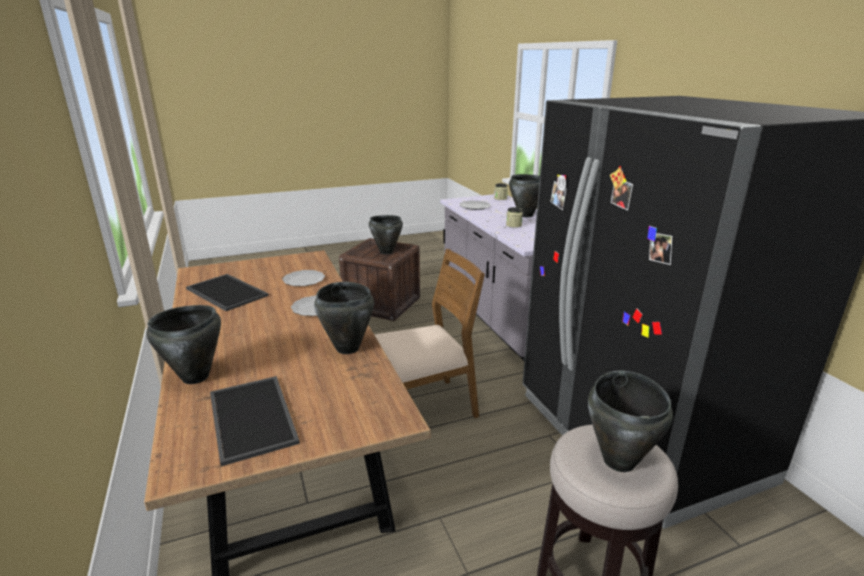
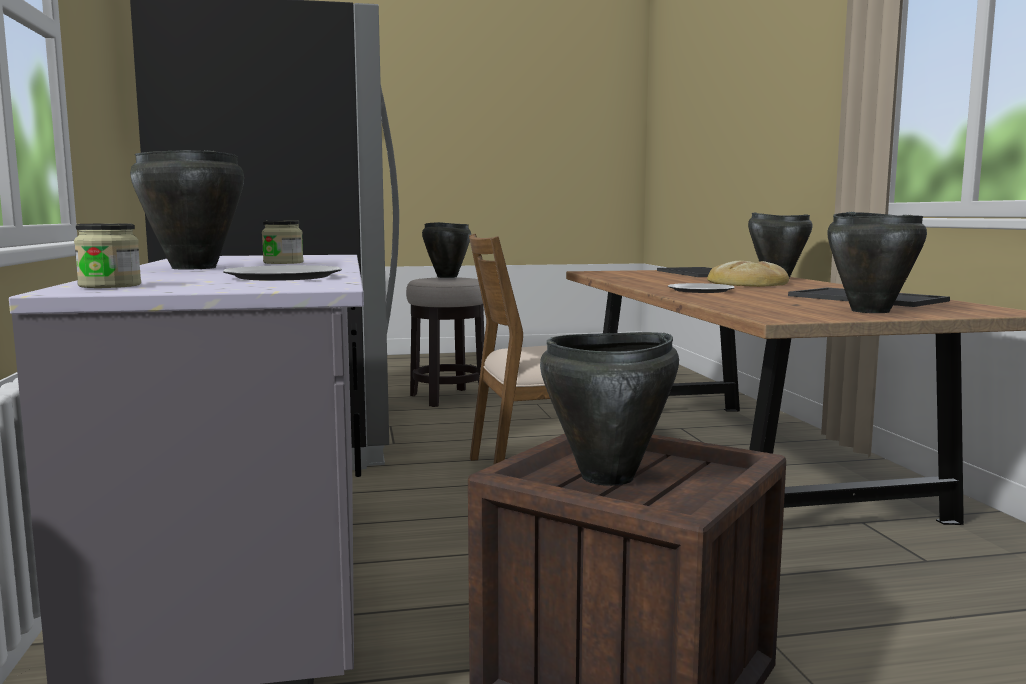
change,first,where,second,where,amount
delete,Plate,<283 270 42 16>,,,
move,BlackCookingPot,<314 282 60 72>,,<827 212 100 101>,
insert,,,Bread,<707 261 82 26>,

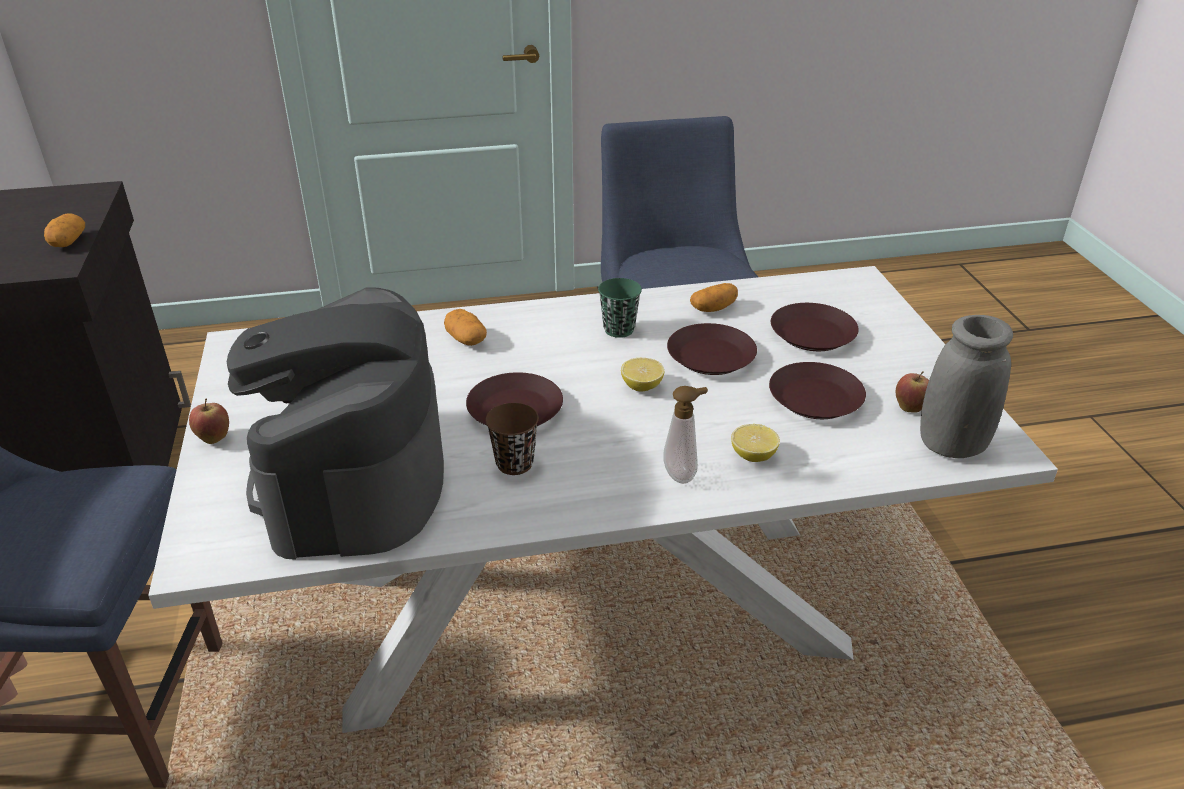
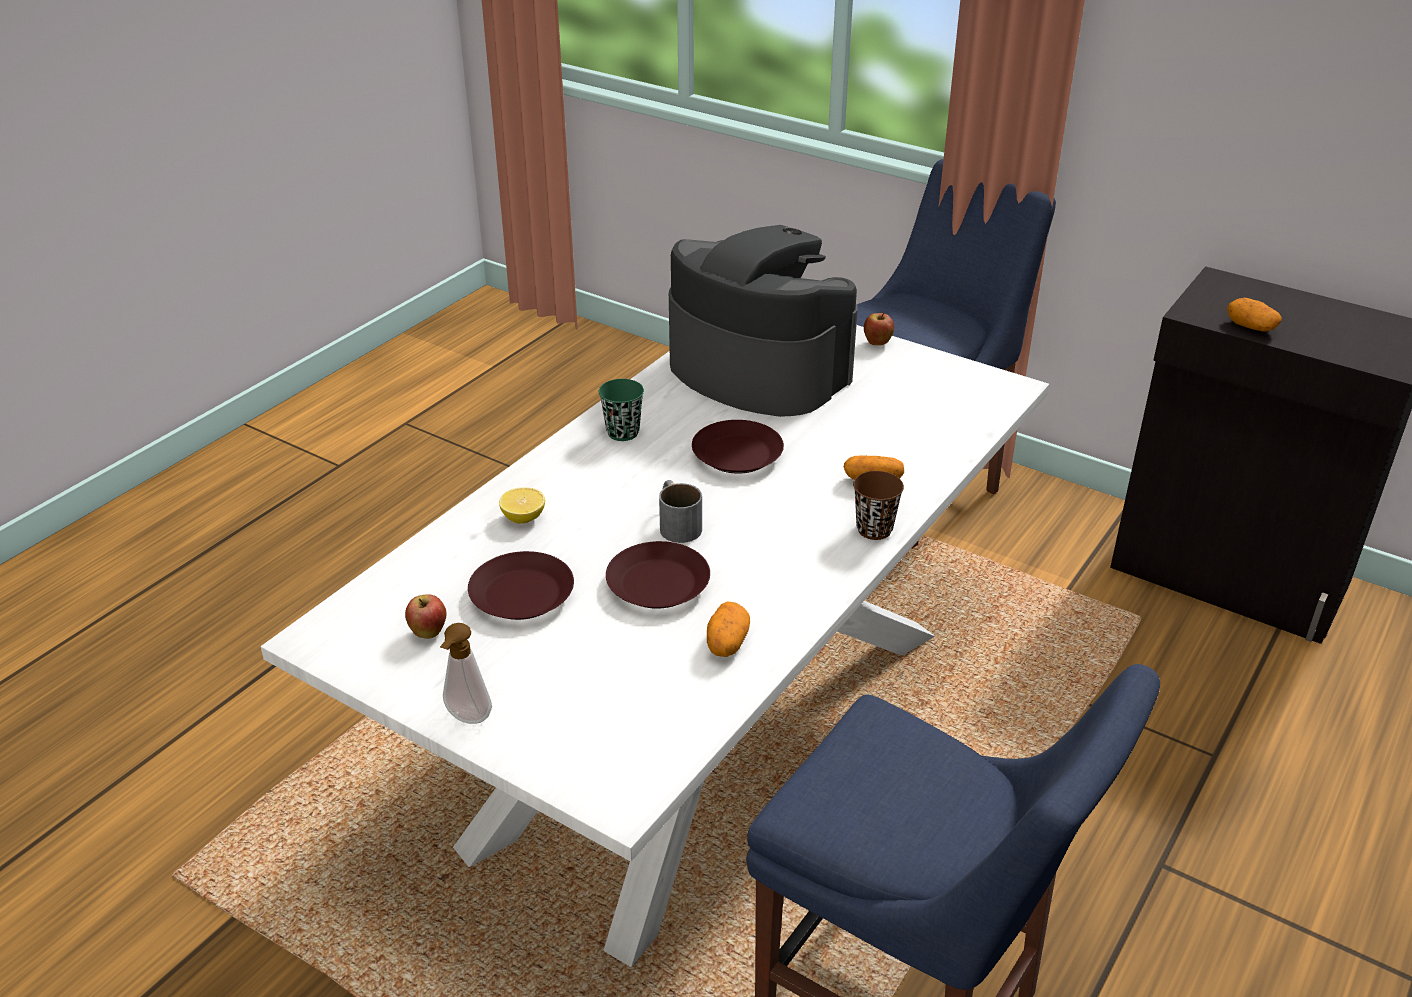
change,first,where,second,where,amount
move,GreenCup,<598 278 44 60>,,<599 379 45 62>,
delete,BrownPlate,<771 303 88 48>,,,
delete,GreyVase,<920 315 93 143>,,,
replace,Lemon,<621 358 43 34>,GreyMug,<659 480 43 63>,
move,SoapDispenser,<663 386 45 98>,,<440 623 52 101>,
move,BrownCup,<486 403 53 72>,,<853 471 51 69>,

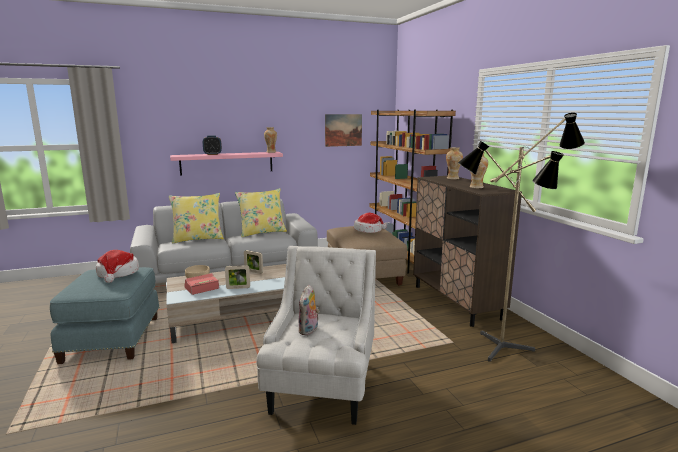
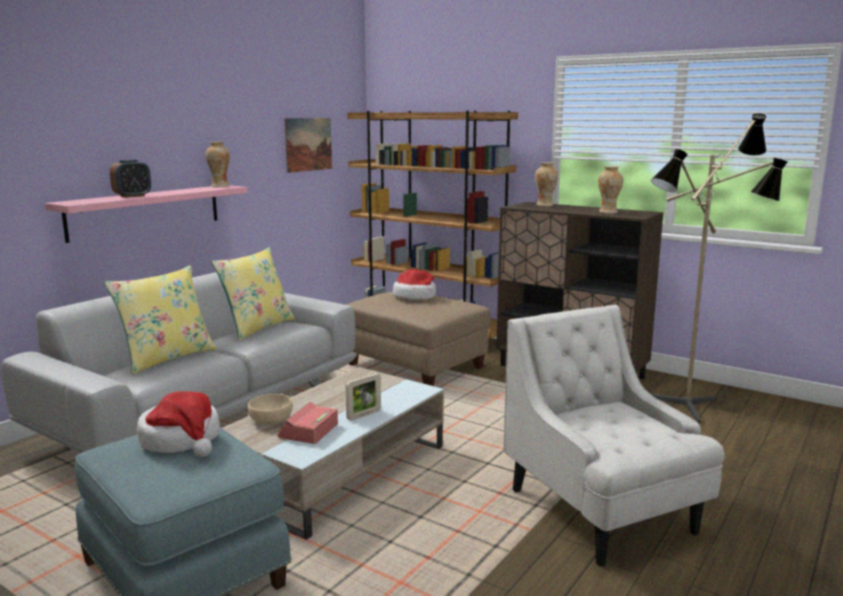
change,first,where,second,where,amount
delete,PictureFrame,<244 250 19 24>,,,
delete,PlushToy,<298 284 22 51>,,,

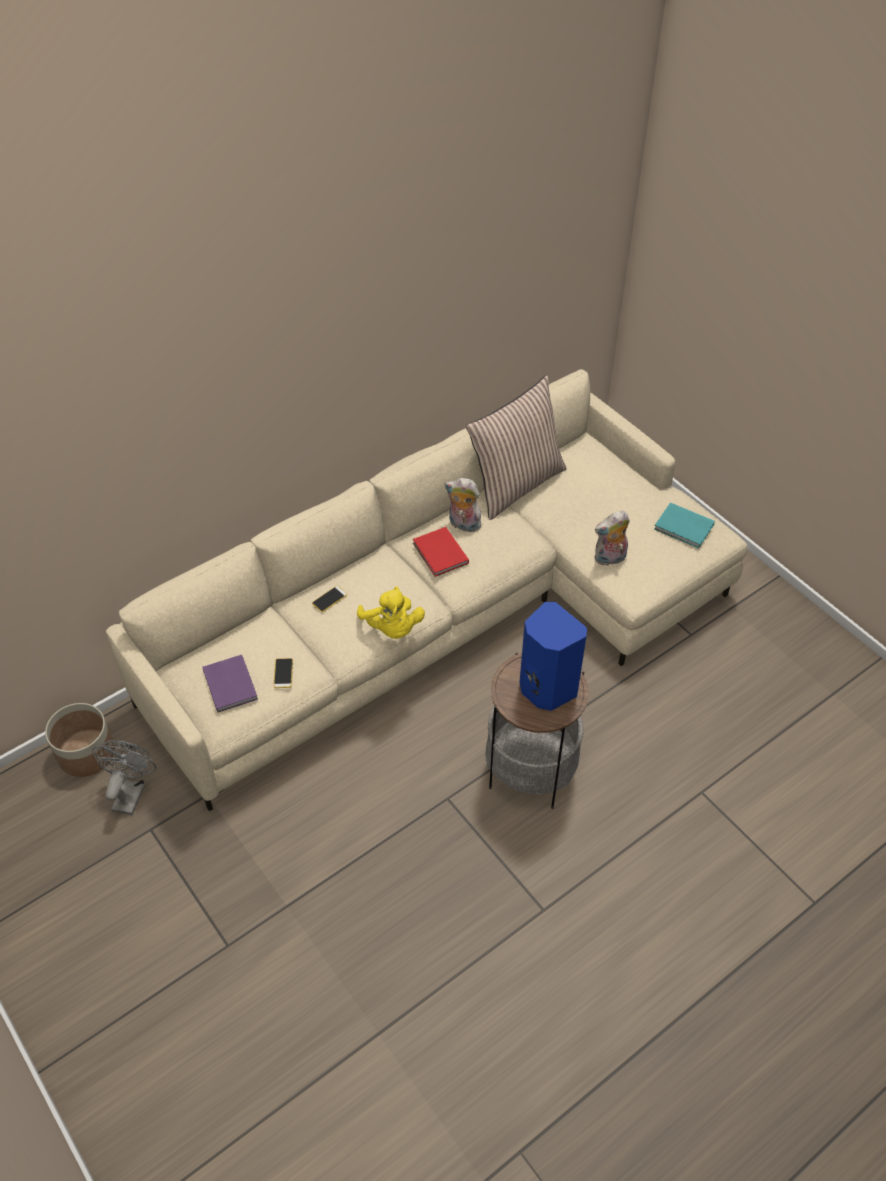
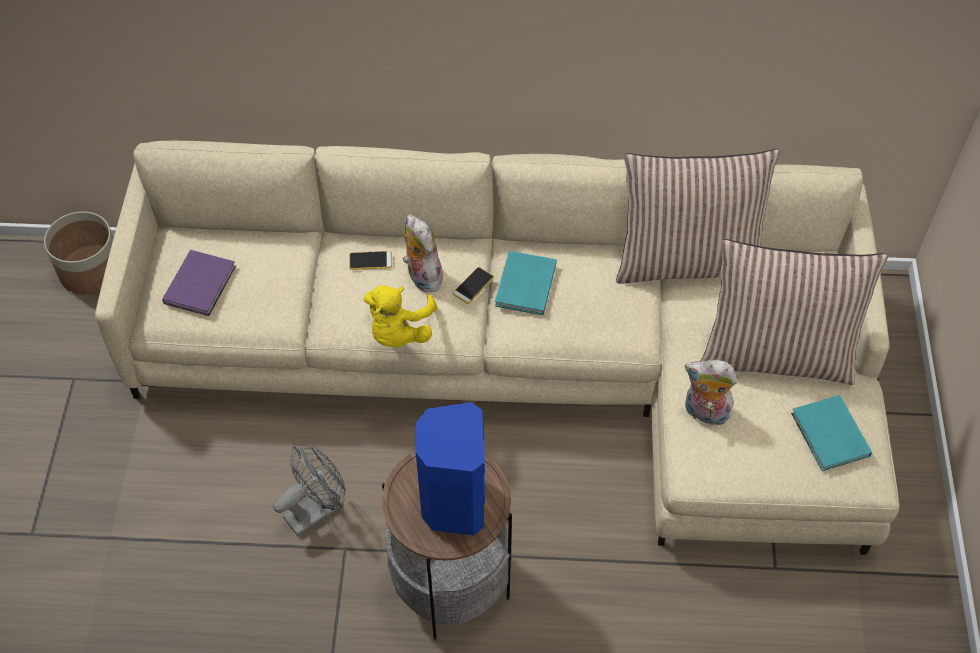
change,first,where,second,where,amount
move,PlushToy,<445 478 37 54>,,<403 214 40 78>,
recolor,RedBook,<413 527 56 50>,TurquoiseBook,<495 251 62 64>,
move,Phone,<274 658 19 30>,,<453 267 41 37>,
move,GreyFan,<92 740 64 75>,,<273 444 73 93>,
insert,,,Pillow,<701 239 187 146>,

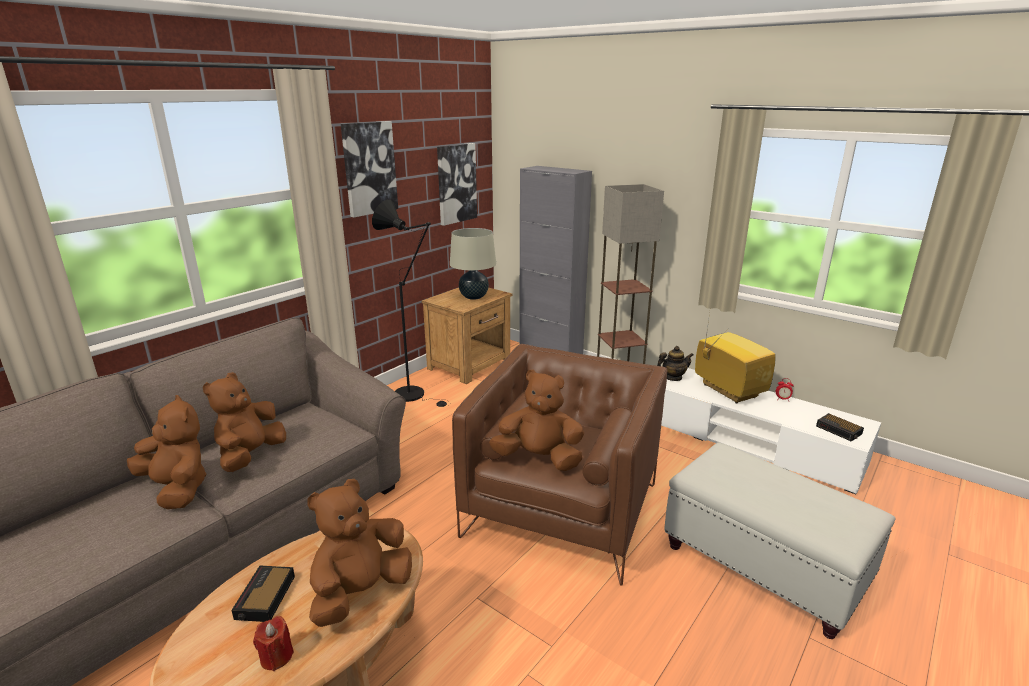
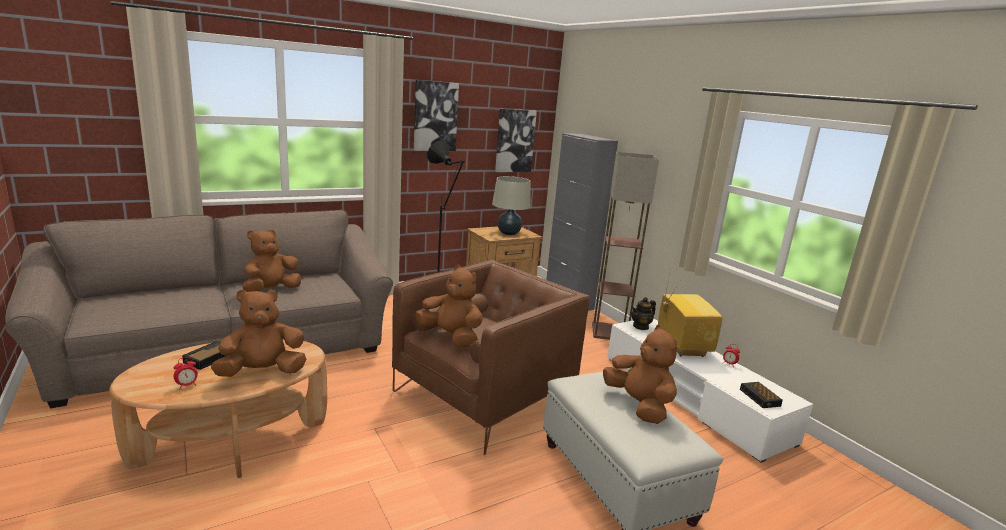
change,first,where,second,where,amount
rotate,Teapot,<657 346 36 35>,,<631 297 25 33>,135 degrees clockwise
move,BrownPlushToy,<127 395 80 114>,,<603 324 74 100>,
replace,RedCandle,<253 616 41 55>,AlarmClock,<174 357 24 33>,

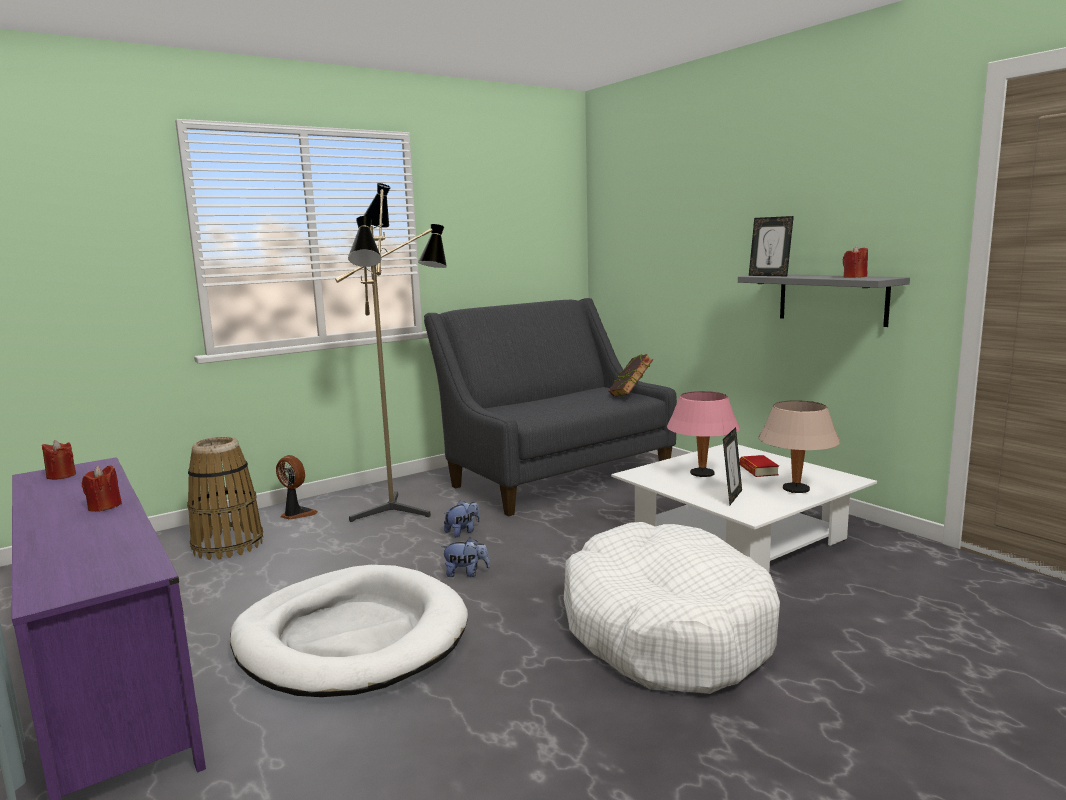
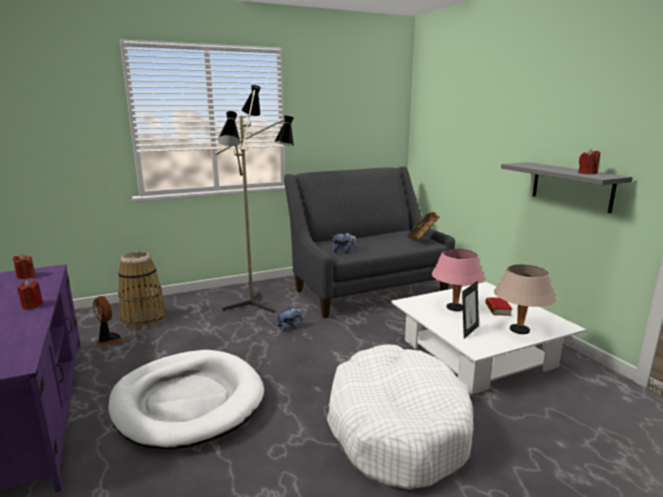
change,first,where,second,where,amount
delete,PictureFrame,<749 216 45 60>,,,
move,Fan,<276 455 42 65>,,<93 296 33 49>,
move,PlushToy,<441 538 49 39>,,<331 232 26 21>,

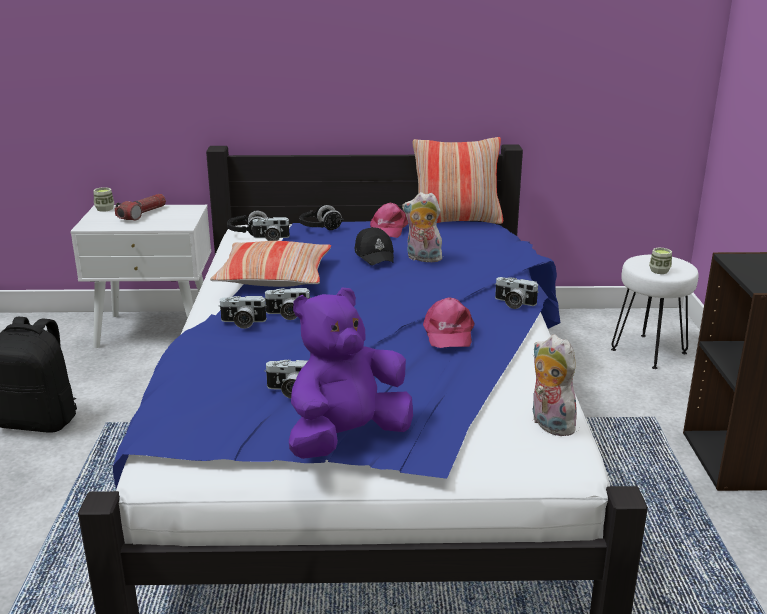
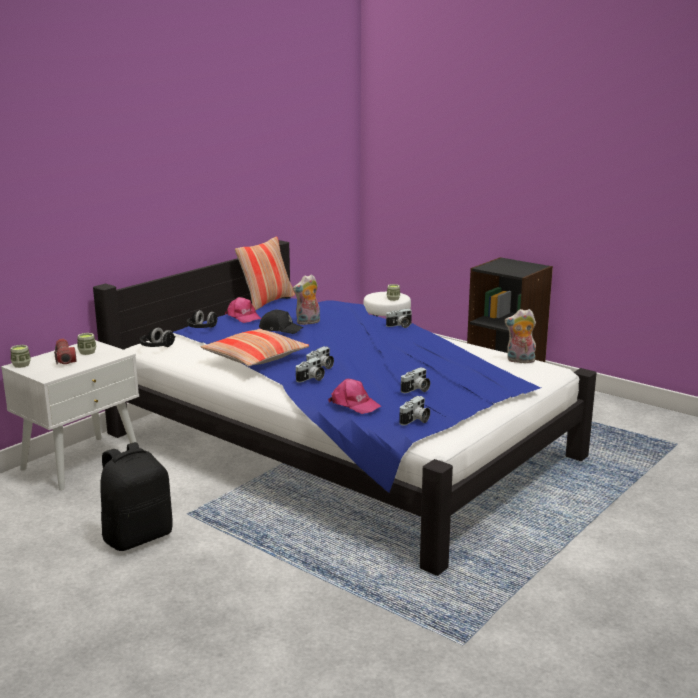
change,first,where,second,where,amount
move,PhotoCamera,<251 217 39 24>,,<399 396 31 29>,
delete,PurplePlushToy,<289 287 124 172>,,,
move,PinkCap,<423 297 52 51>,,<328 379 53 35>,
insert,,,Cup,<78 333 18 22>,

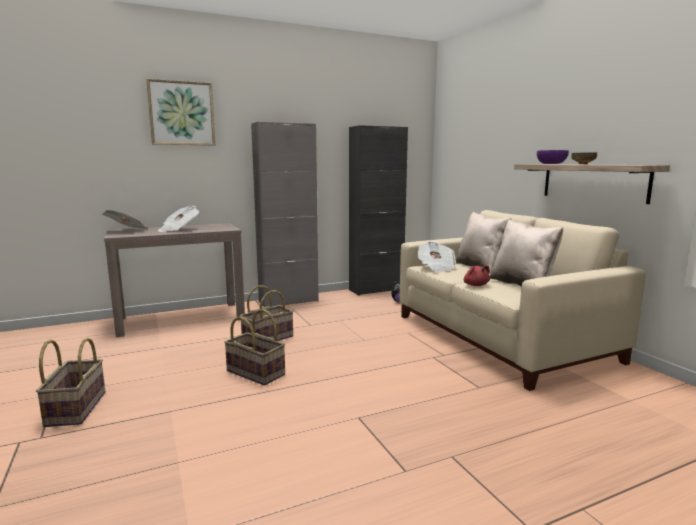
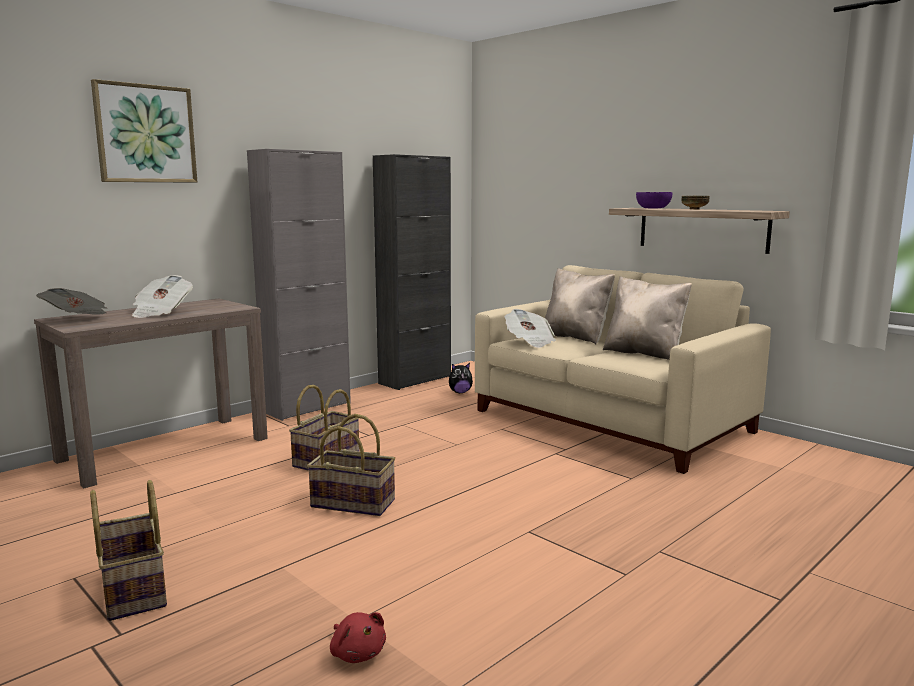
change,first,where,second,where,amount
move,RedPlushToy,<464 265 26 21>,,<330 612 56 51>,

